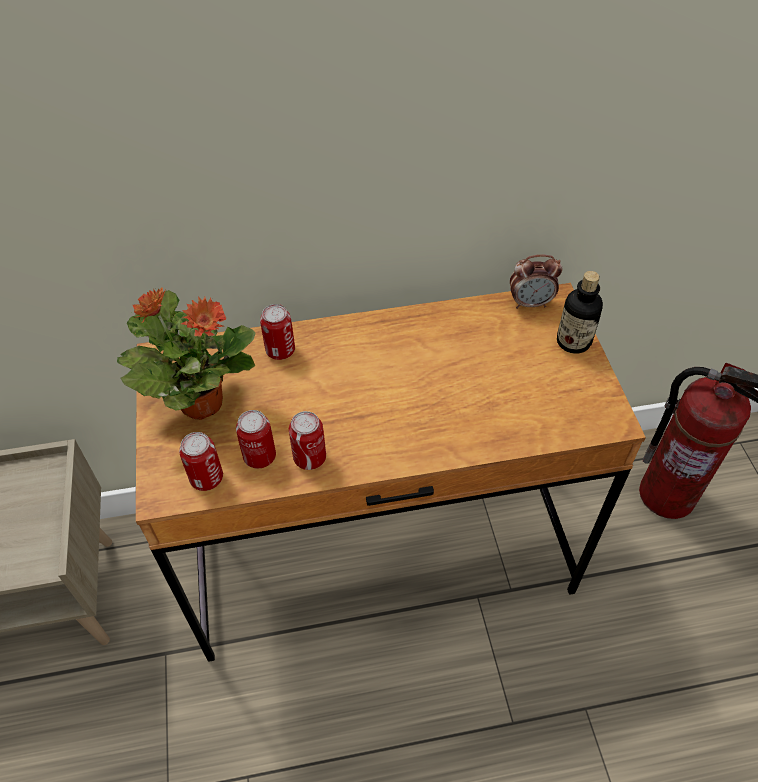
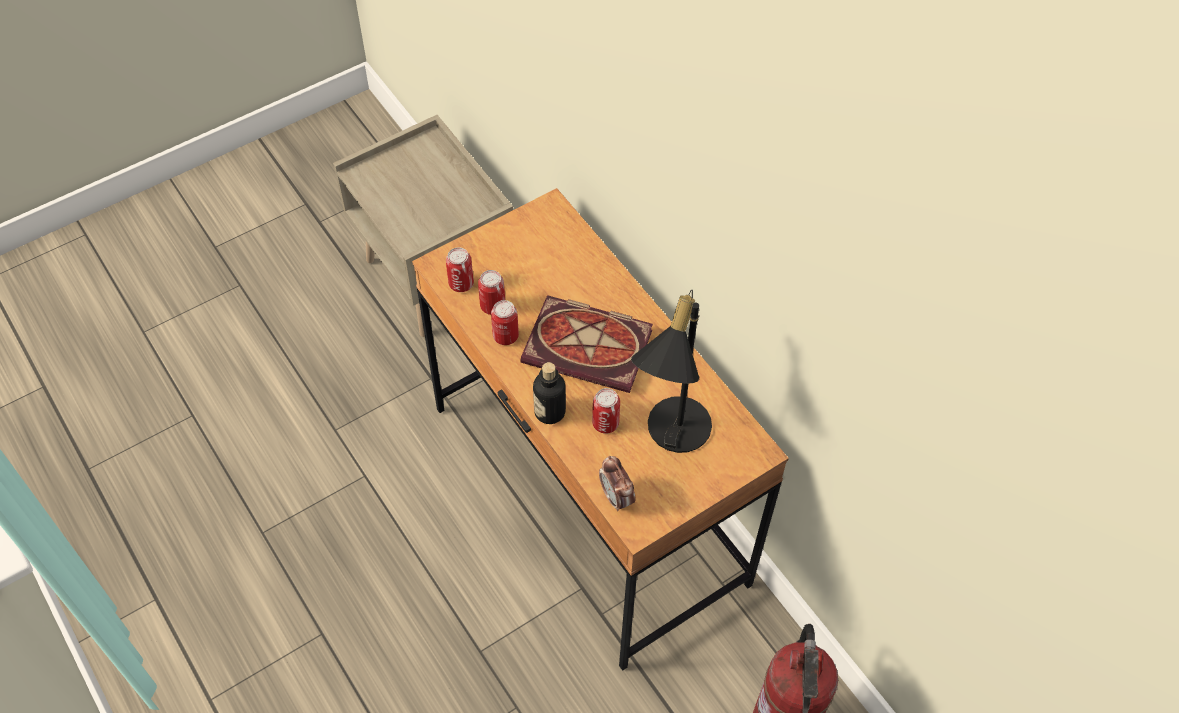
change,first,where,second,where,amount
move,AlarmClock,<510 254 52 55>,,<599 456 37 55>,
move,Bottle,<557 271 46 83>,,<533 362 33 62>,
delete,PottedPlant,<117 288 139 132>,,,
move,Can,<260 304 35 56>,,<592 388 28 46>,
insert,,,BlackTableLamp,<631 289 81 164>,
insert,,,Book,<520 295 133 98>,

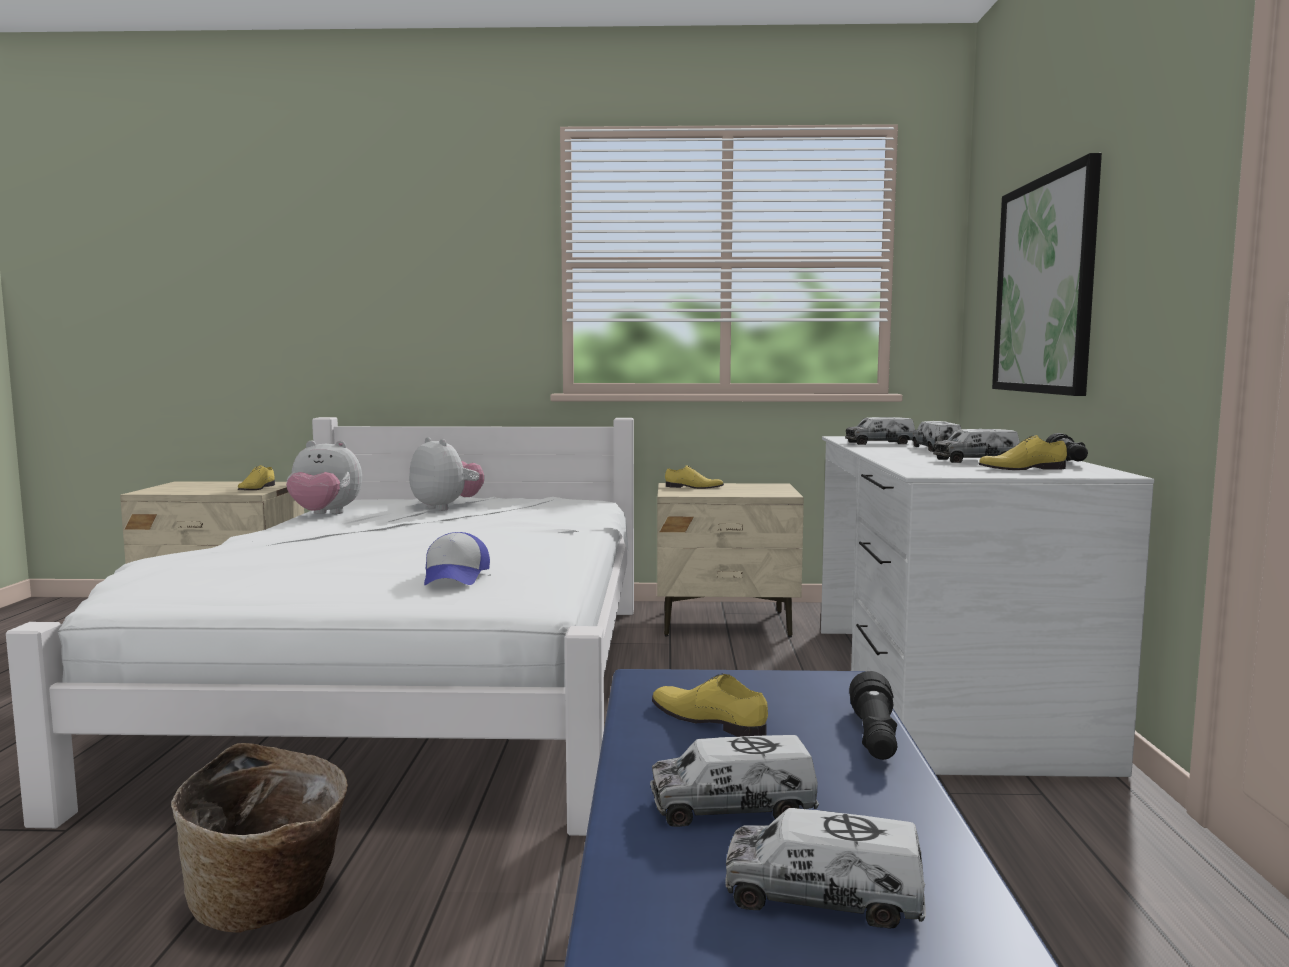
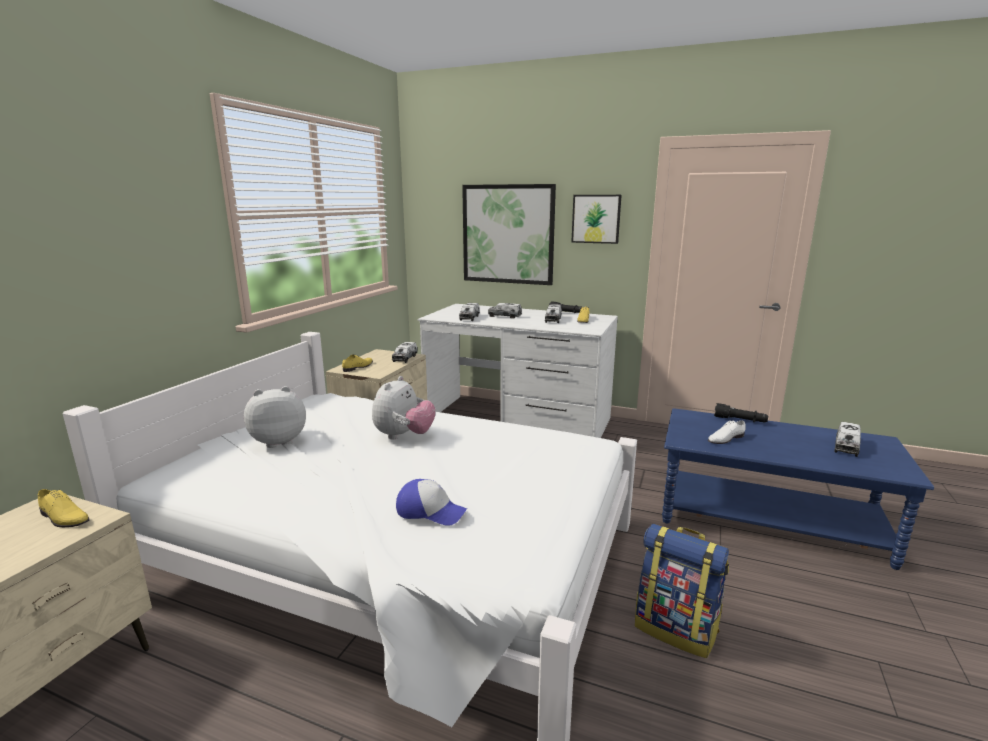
change,first,where,second,where,amount
move,PlushToy,<286 441 76 73>,,<372 376 64 64>,
move,Cap,<424 532 66 53>,,<396 479 71 47>,
recolor,YellowShoe,<652 674 116 63>,WhiteShoe,<708 420 37 24>,
move,ToyTruck,<650 735 169 92>,,<392 342 26 21>,
replace,Basket,<171 743 177 189>,Backpack,<635 524 94 134>,
insert,,,Picture,<571 195 51 49>,

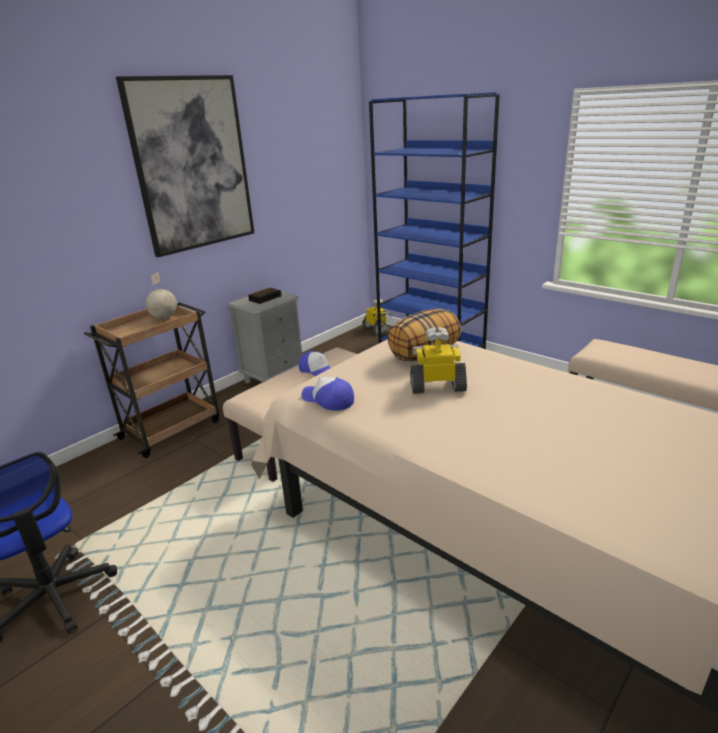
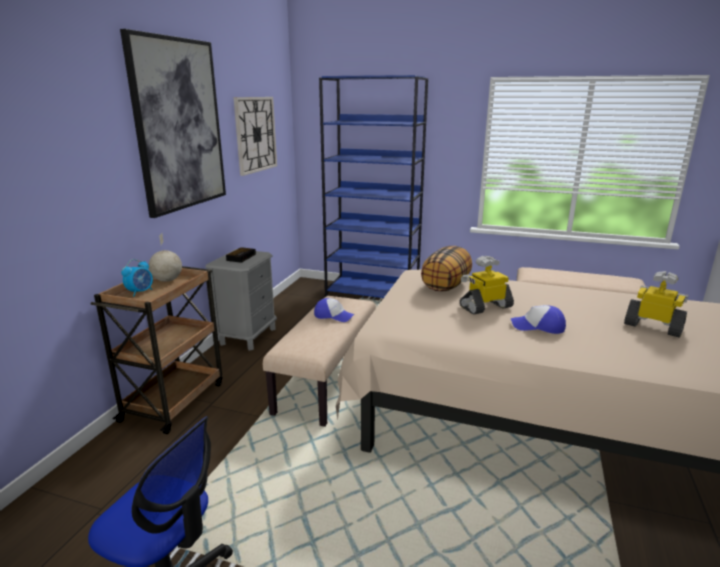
change,first,where,second,where,amount
move,ToyRobot,<362 298 30 36>,,<624 271 64 67>,
move,Cap,<301 377 53 34>,,<511 305 55 29>,
insert,,,WallClock,<233 97 44 79>,
insert,,,AlarmClock,<121 259 32 38>,

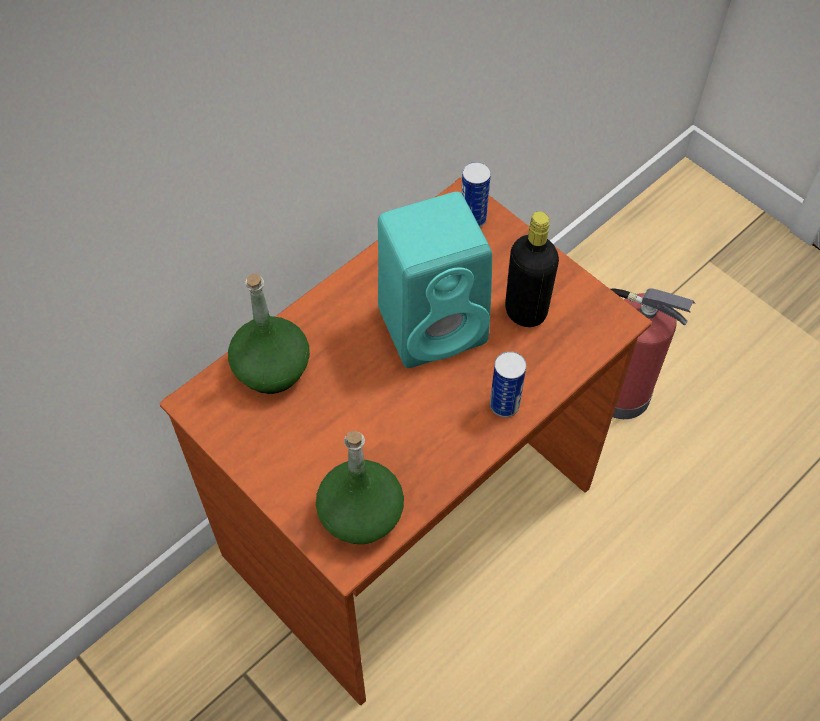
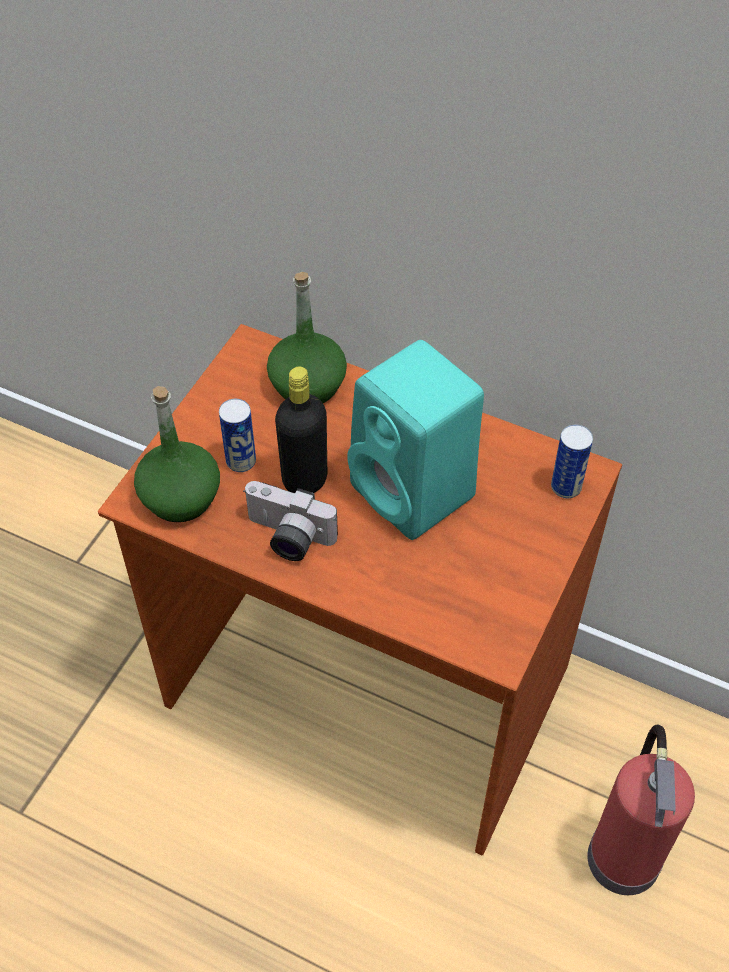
change,first,where,second,where,amount
move,BlackBottle,<505 211 54 116>,,<275 366 52 127>,
move,Can,<490 351 36 66>,,<219 399 37 73>,
insert,,,PhotoCamera,<243 481 95 80>,

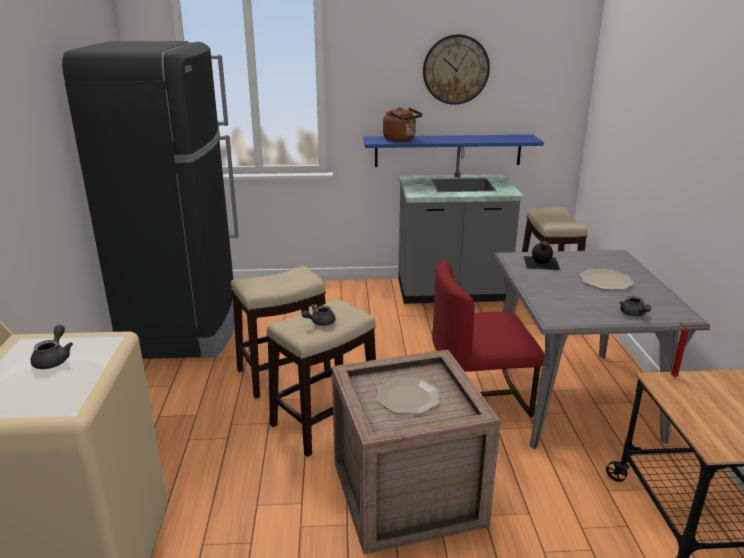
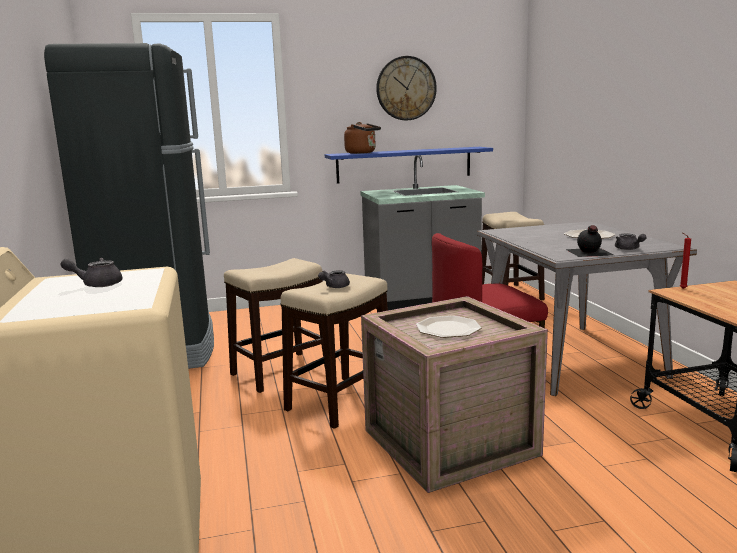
change,first,where,second,where,amount
move,BlackBottle,<524 241 36 29>,,<565 225 49 32>,
rotate,GreyTeapot,<30 325 43 44>,,<60 258 62 29>,90 degrees counterclockwise

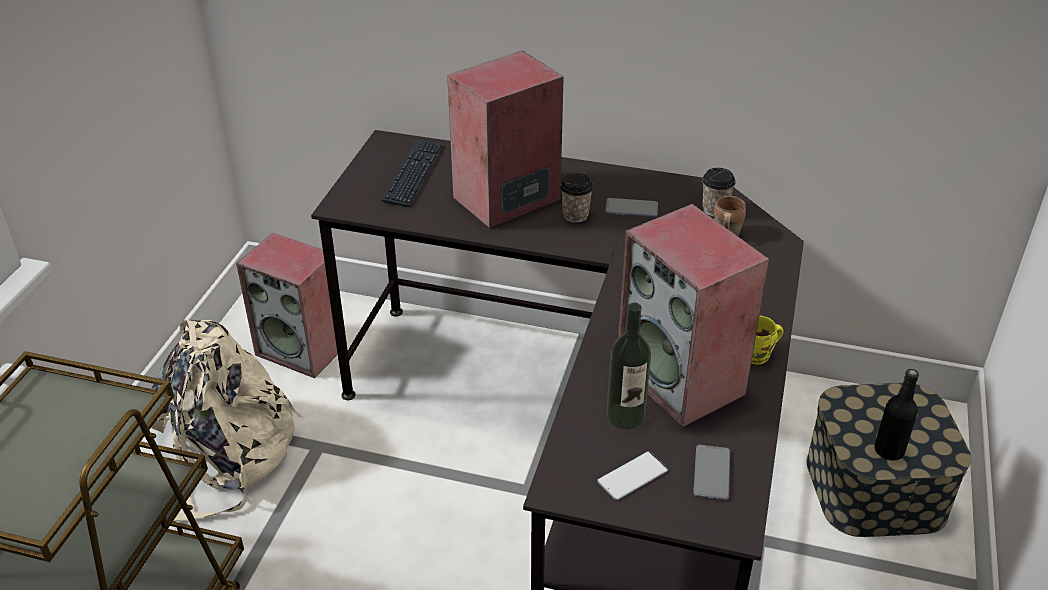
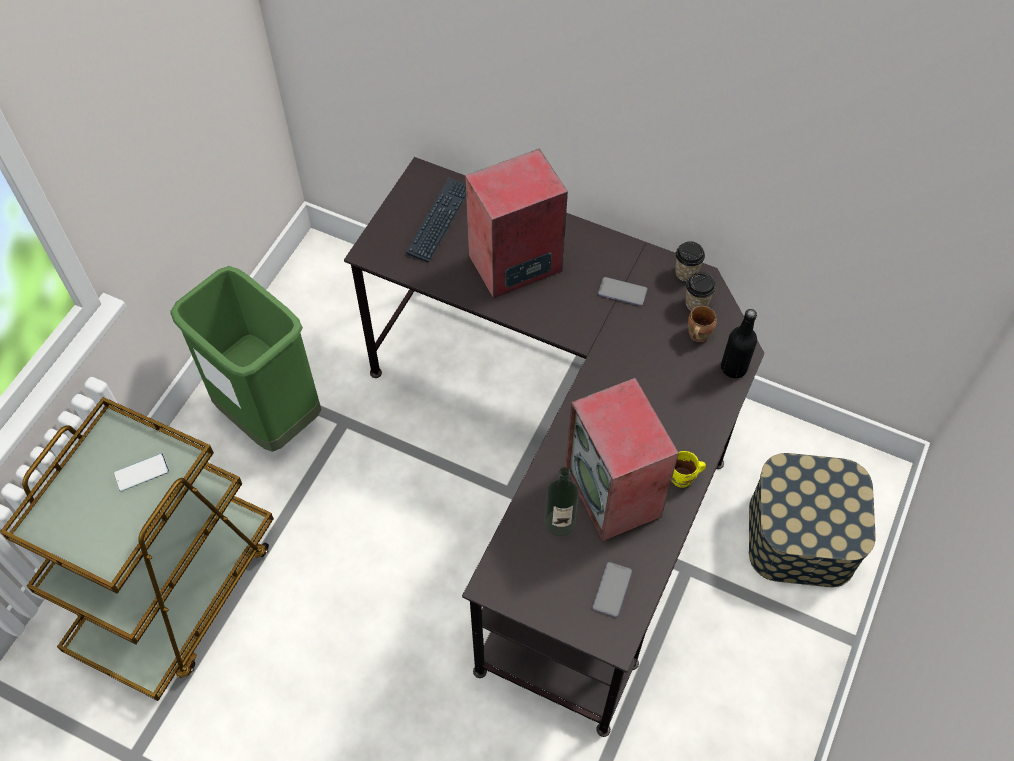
change,first,where,second,where,amount
move,Cup,<560 173 33 50>,,<675 241 30 41>,
delete,Speaker,<236 233 111 145>,,,
replace,BeigeBackpack,<151 320 152 202>,GreenTrashCan,<170 266 151 186>,
move,BlackBottle,<874 369 45 91>,,<721 309 36 69>,
move,Phone,<597 451 71 49>,,<113 453 56 38>,

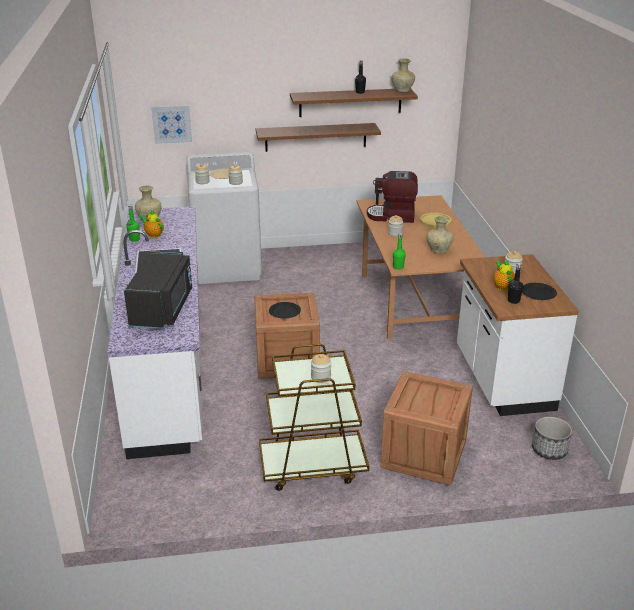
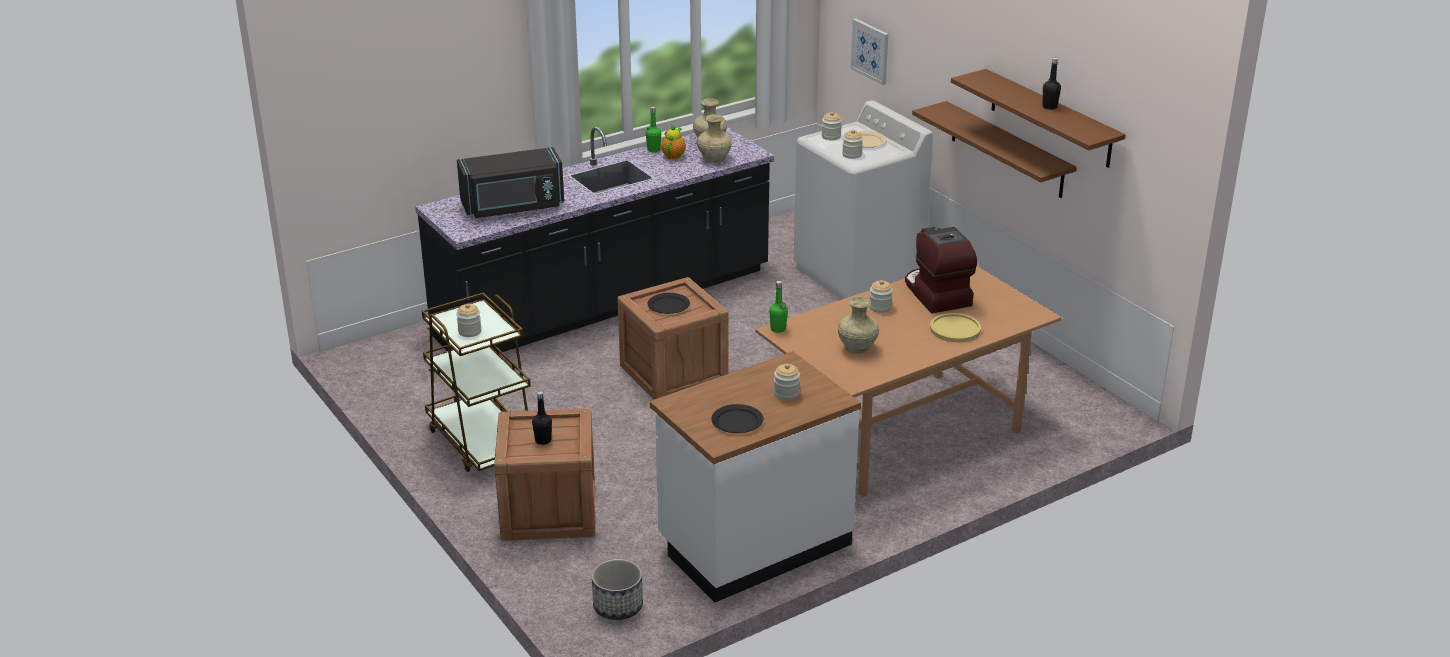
change,first,where,second,where,amount
move,BeigeVase,<392 58 23 34>,,<697 114 35 49>,
recolor,WhiteCounter,<108 206 94 253>,BlackCounter,<415 127 359 225>,
delete,Teapot,<493 260 22 31>,,,
move,BlackBottle,<508 263 15 41>,,<532 391 20 54>,

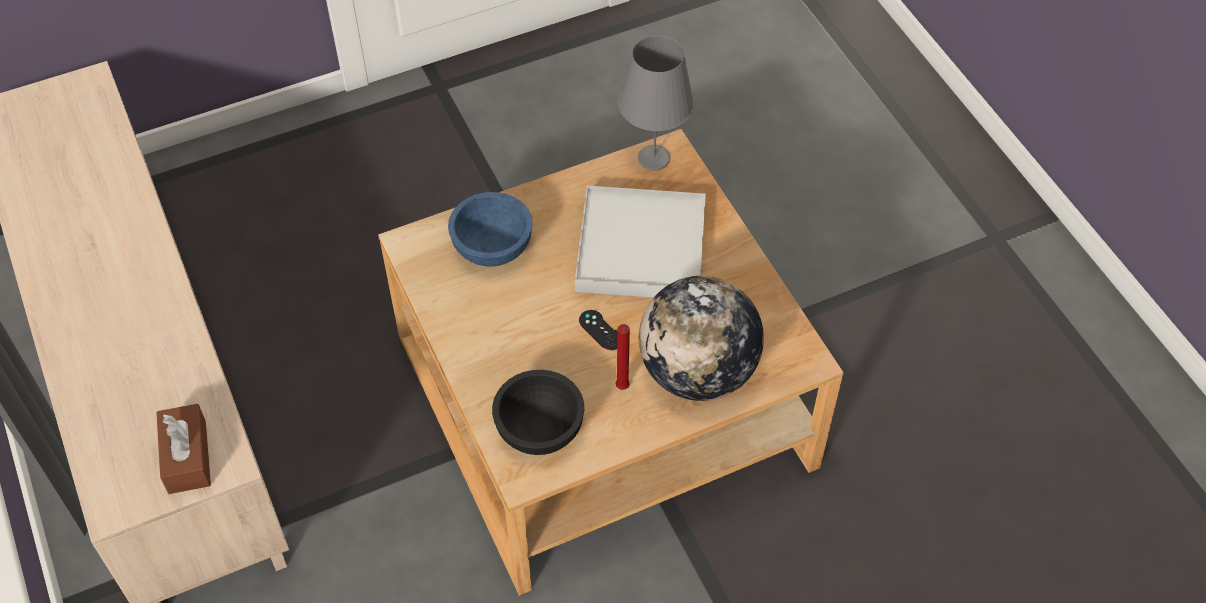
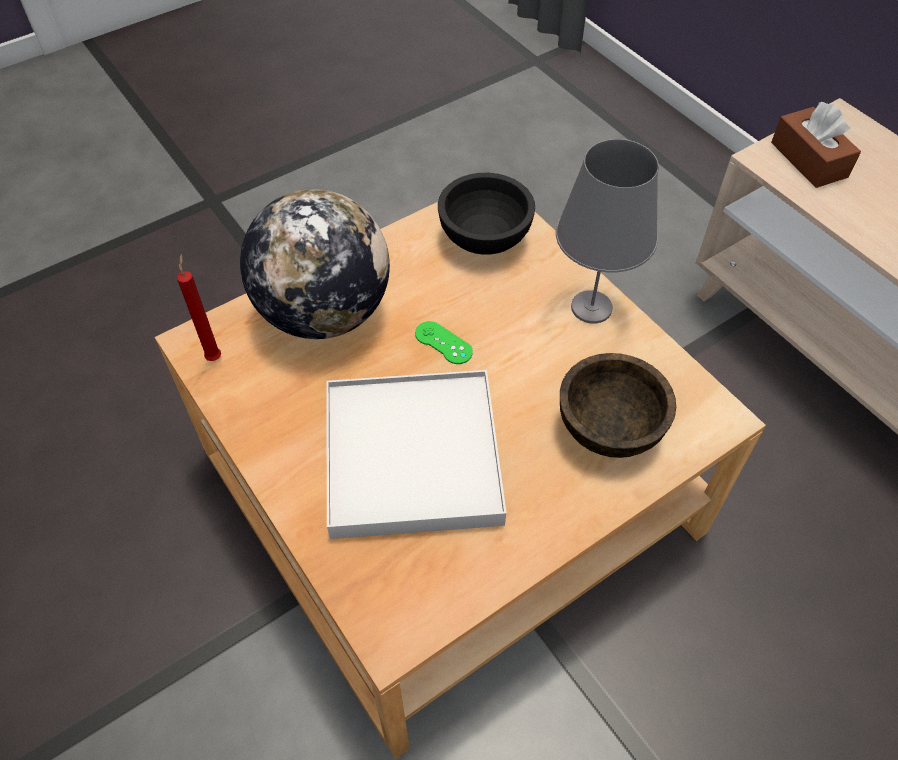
change,first,where,second,where,amount
move,GreyTableLamp,<619 35 75 136>,,<556 139 103 185>,
recolor,BlueBowl,<448 192 84 75>,BrownBowl,<560 353 116 105>,
recolor,BlackGameController,<579 310 38 40>,GreenGameController,<415 321 58 43>,
move,RedCandle,<615 324 15 66>,,<177 254 44 107>,

